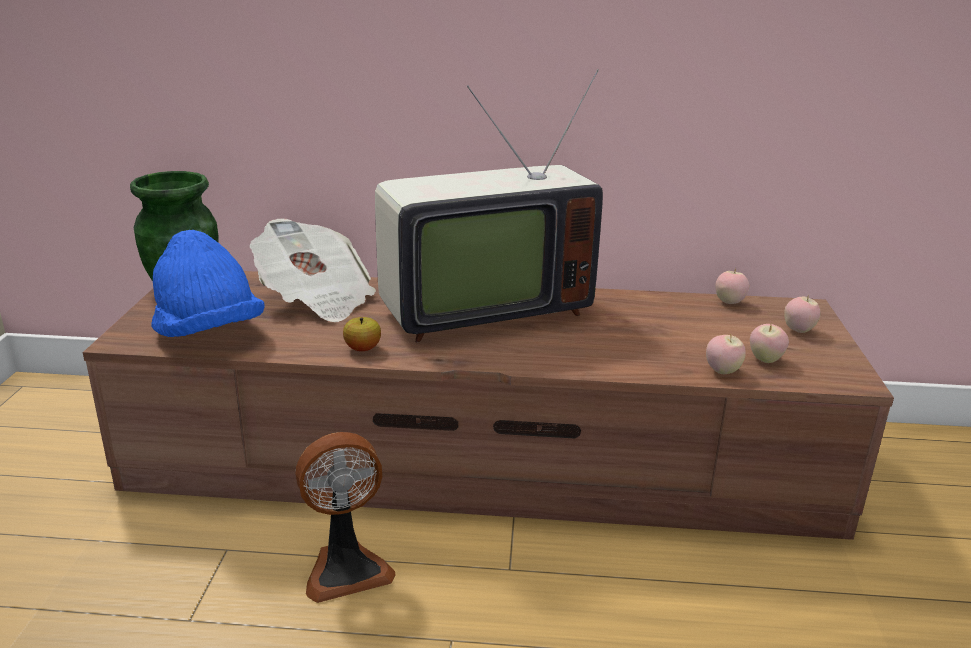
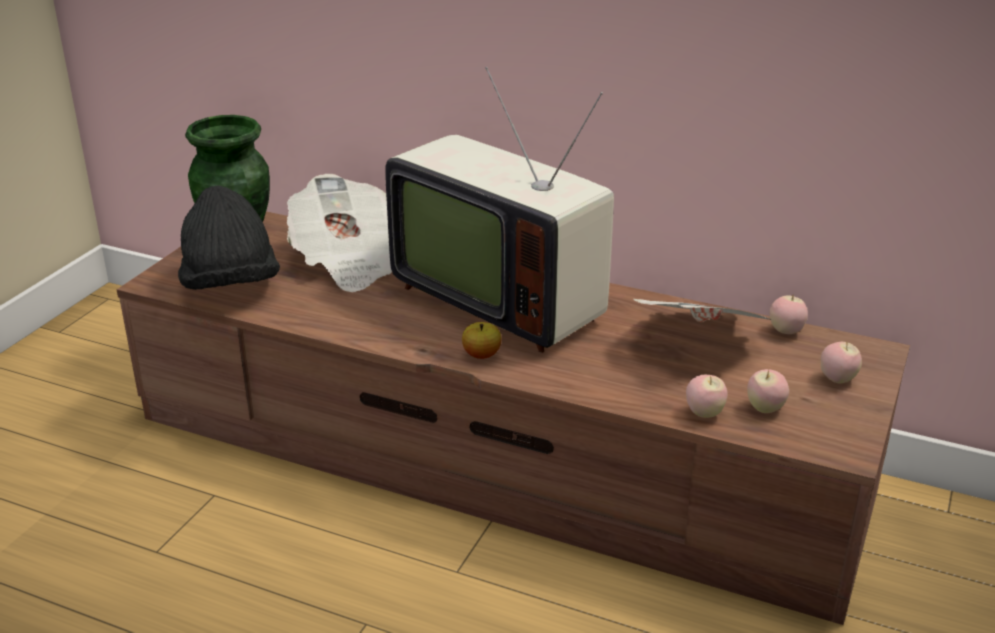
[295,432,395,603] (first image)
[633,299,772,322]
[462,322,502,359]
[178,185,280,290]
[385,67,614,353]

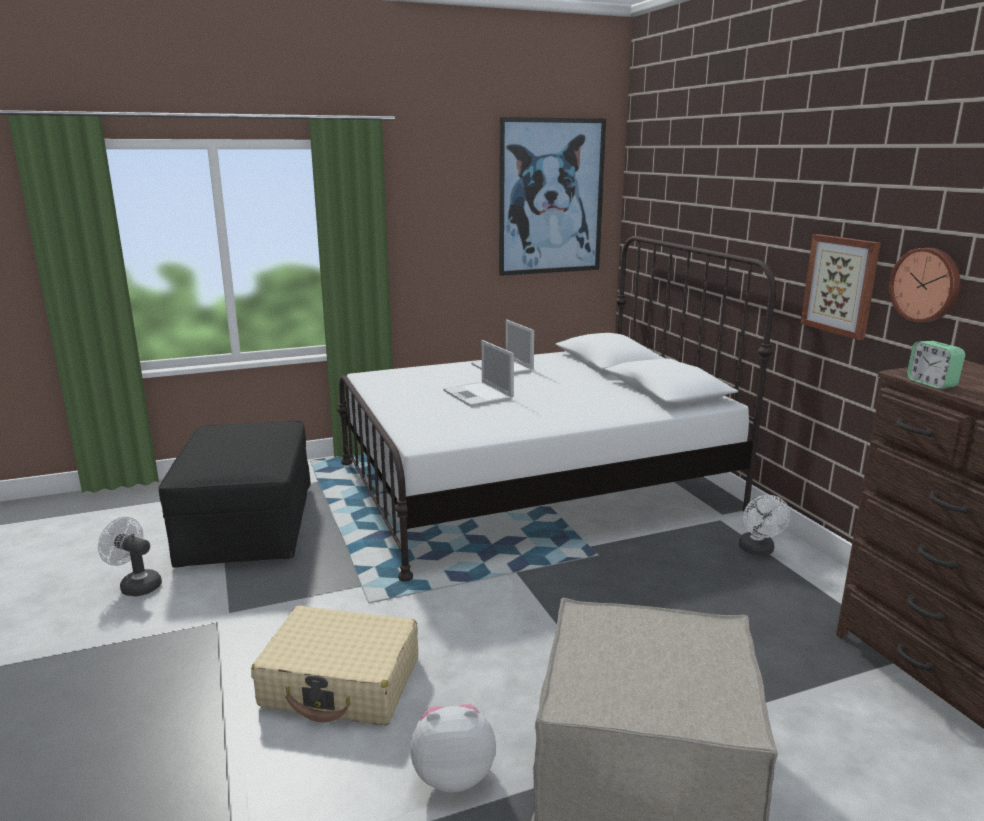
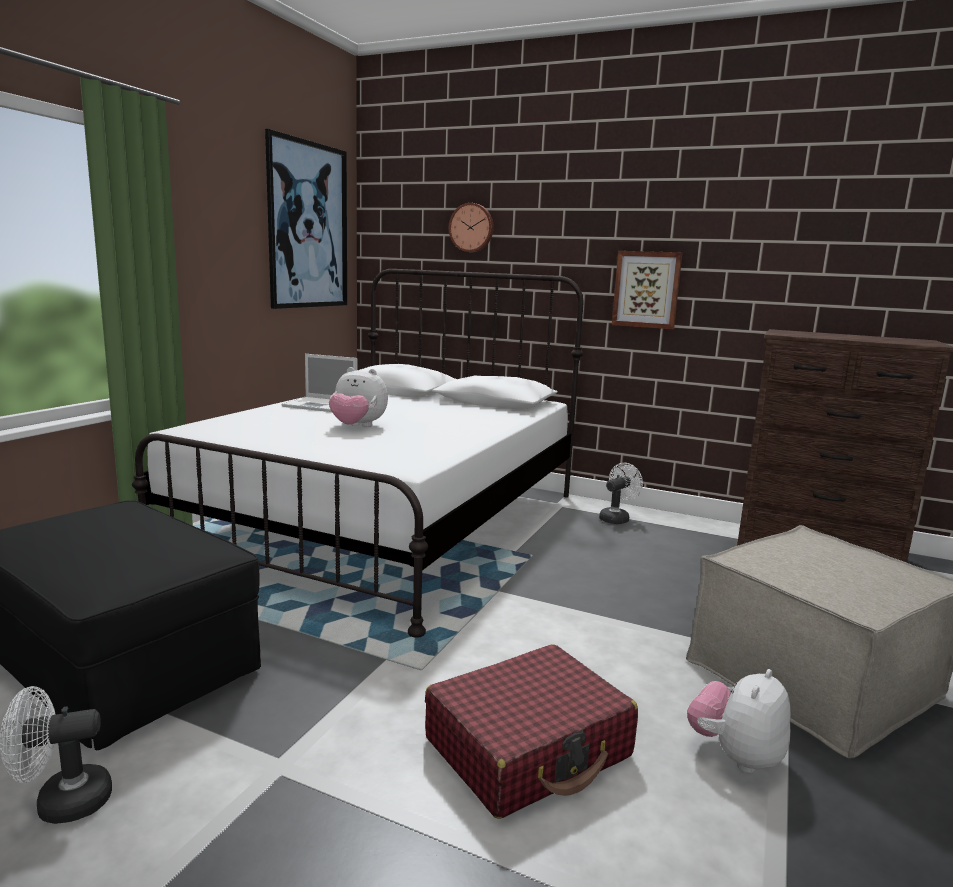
[907,341,965,389] (first image)
[449,203,494,252]
[329,367,388,427]
[425,644,638,819]
[599,463,643,524]

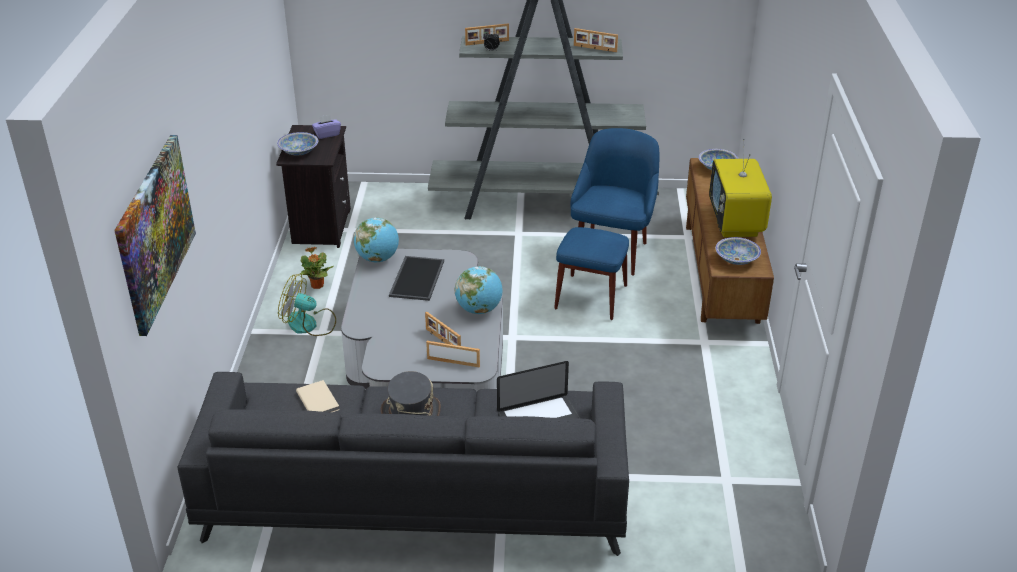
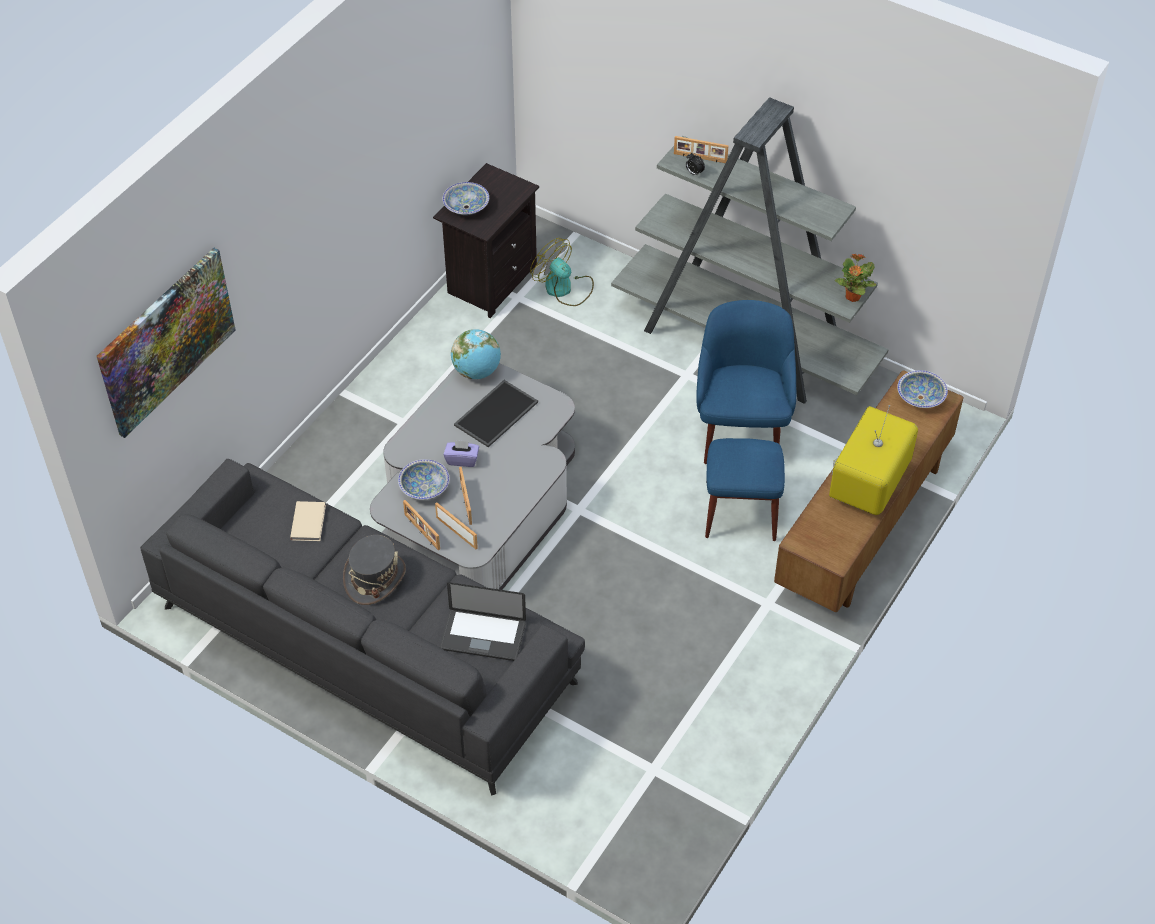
[455,266,503,314] (first image)
[530,238,594,306]
[835,254,876,302]
[444,440,479,467]
[403,500,440,551]
[398,459,450,500]
[696,300,796,541]

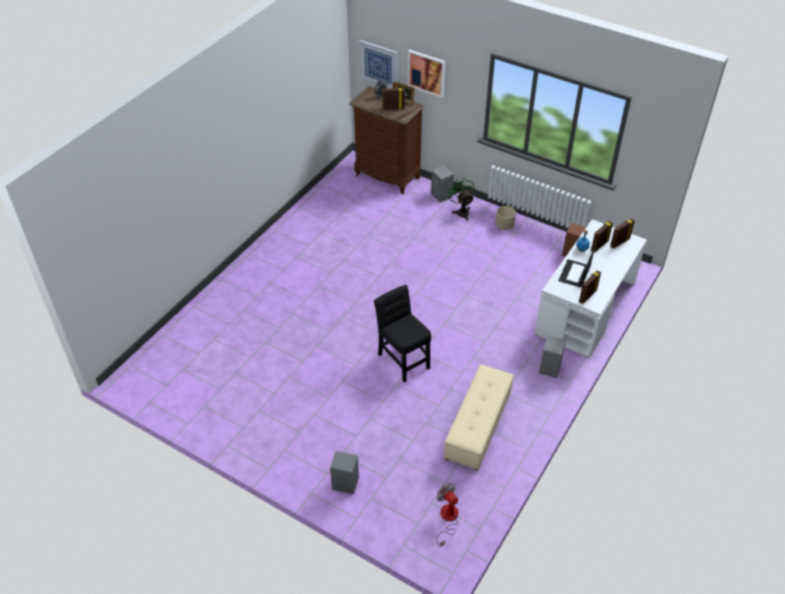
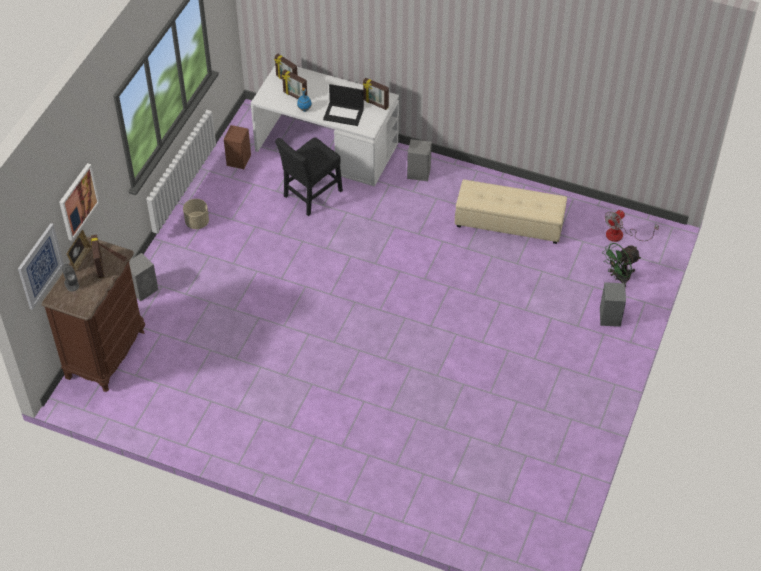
[275,137,343,216]
[602,243,641,287]

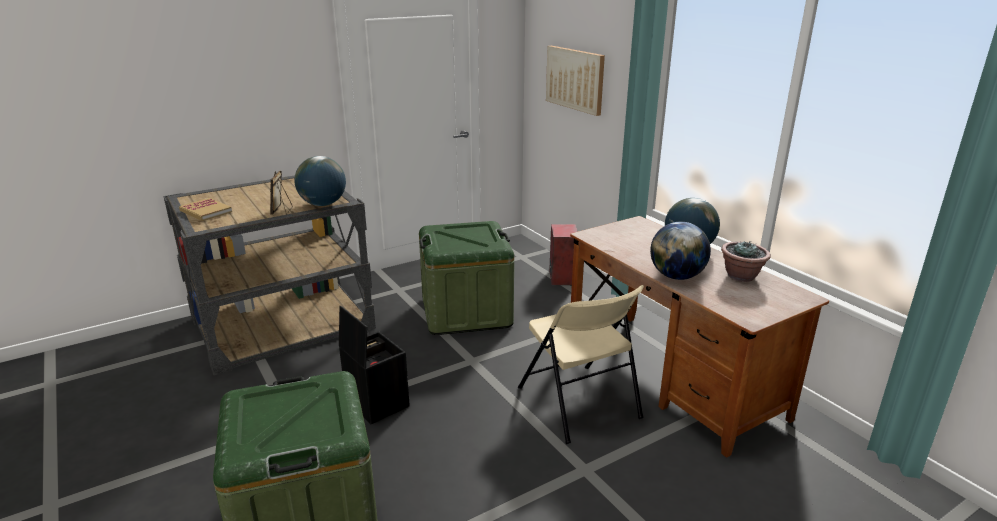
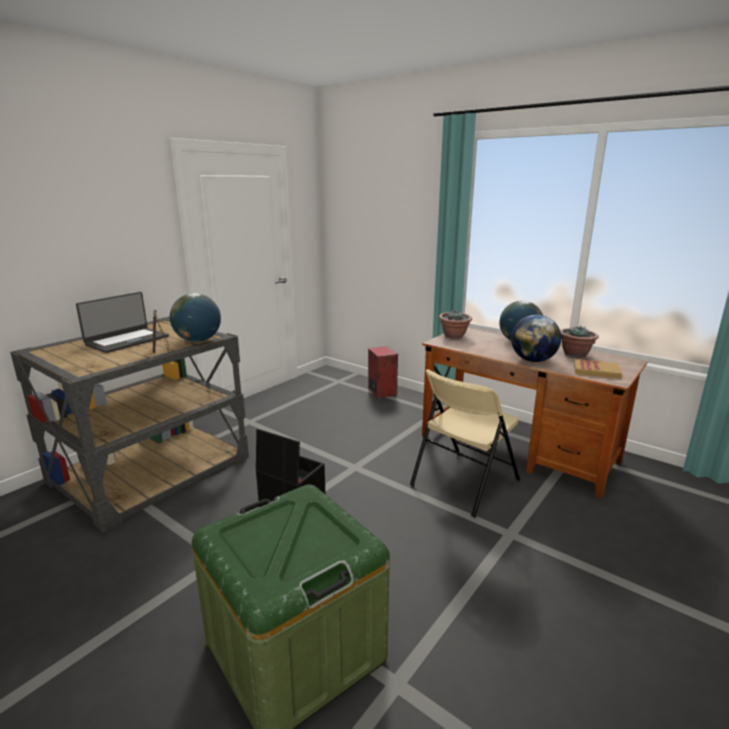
[419,221,514,335] (first image)
[546,46,605,116] (first image)
[76,292,169,353]
[439,310,472,339]
[574,359,622,379]
[410,369,520,518]

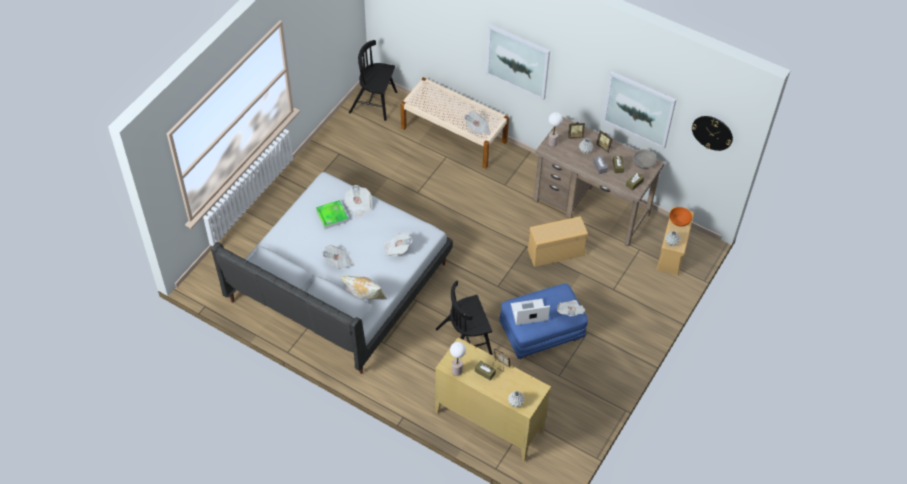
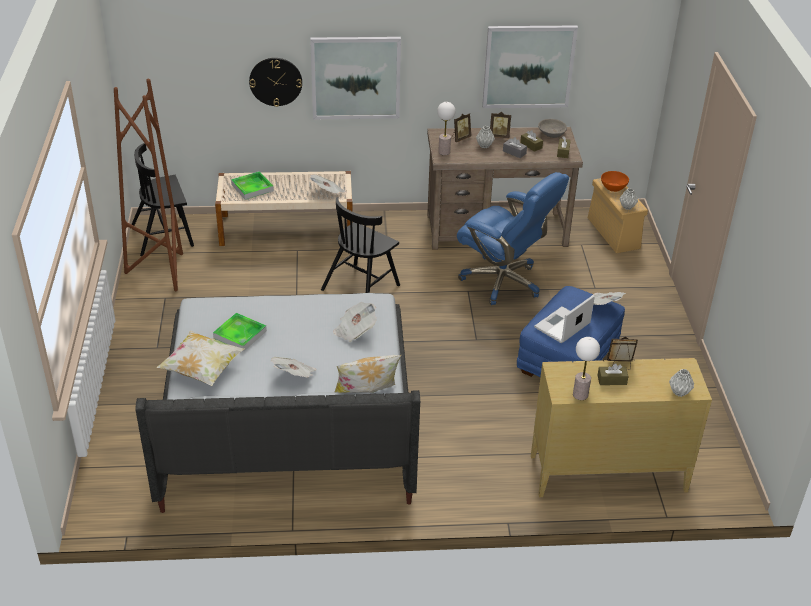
[345,185,372,218] (first image)
[114,78,183,291]
[156,331,244,386]
[231,171,274,200]
[321,197,400,293]
[249,58,302,107]
[457,172,569,305]

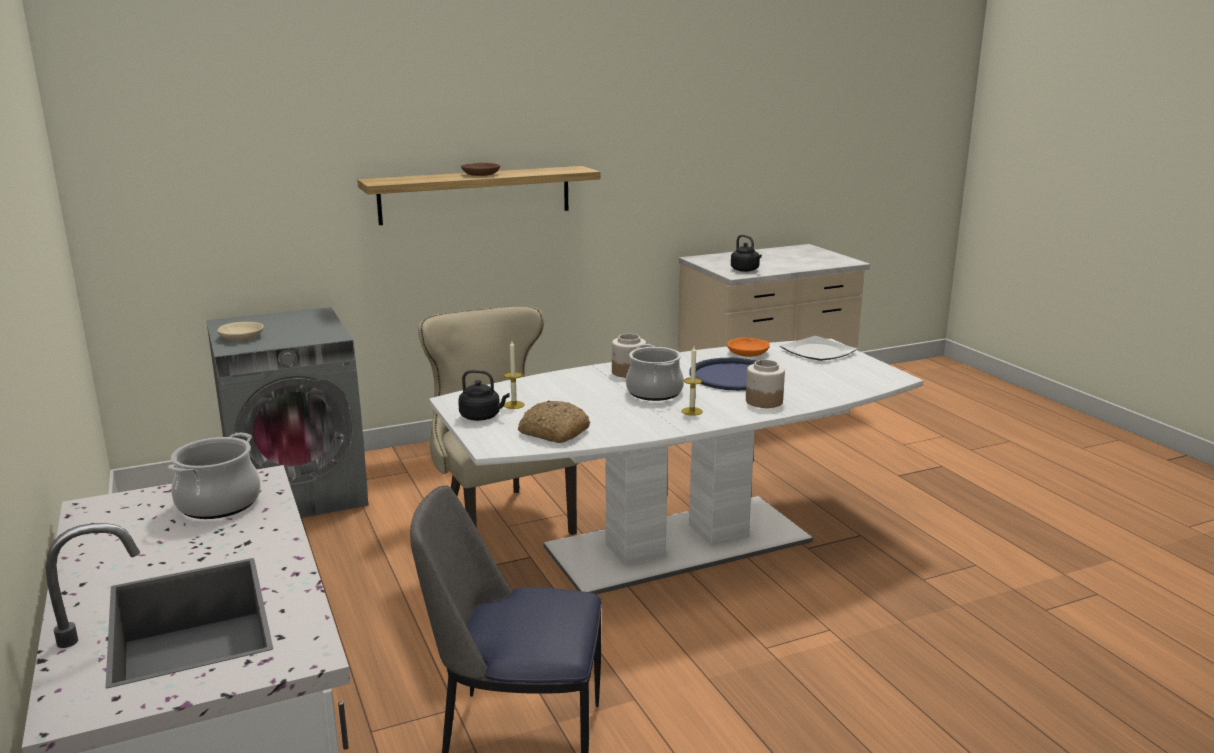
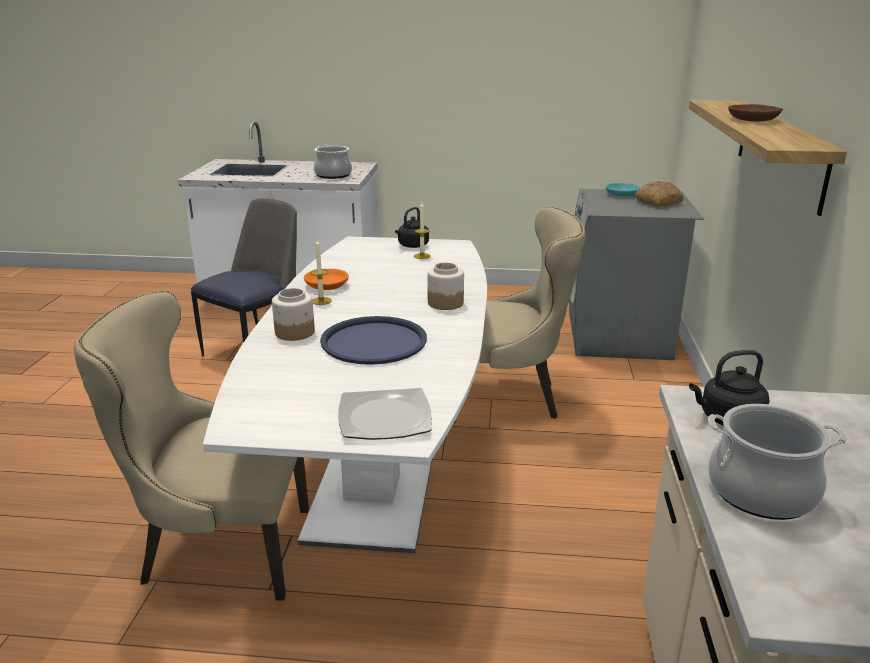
[74,291,309,601]
[635,181,684,207]
[708,404,847,520]
[304,269,349,290]
[606,183,640,197]

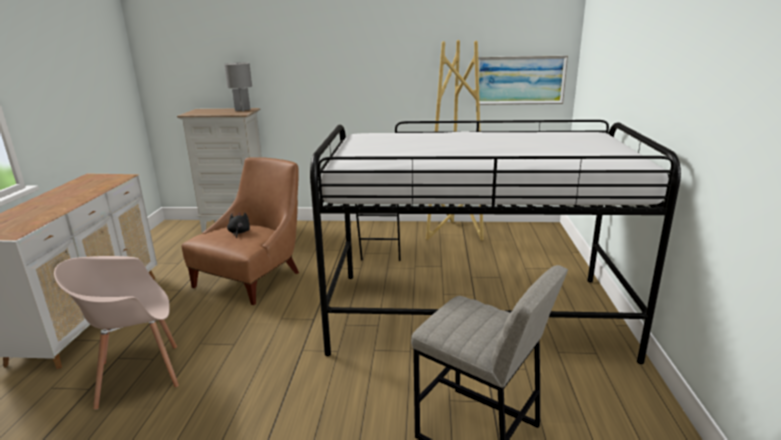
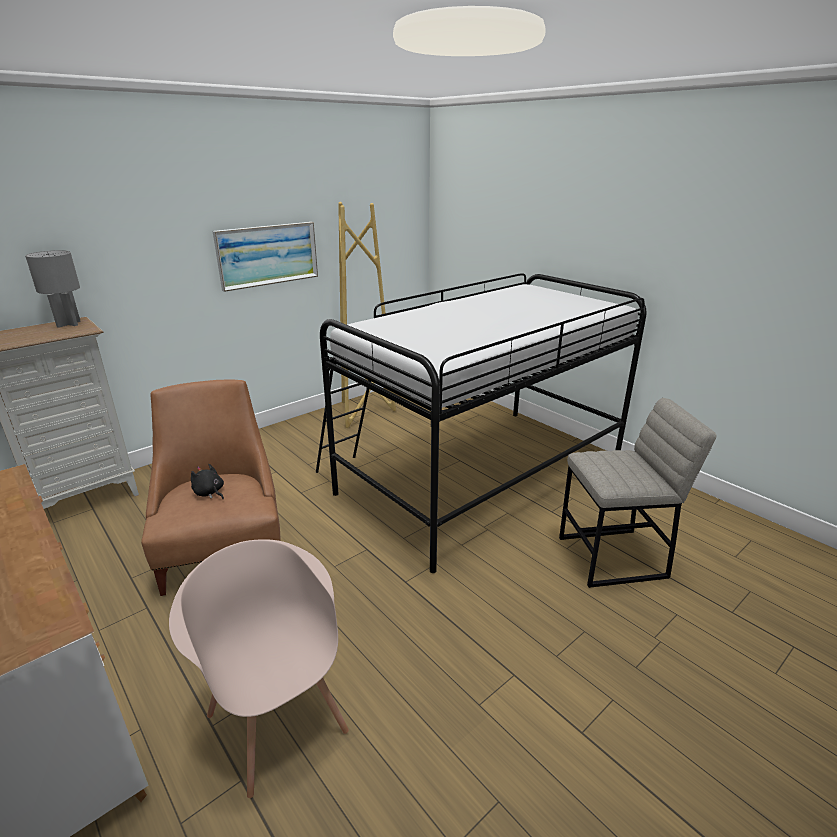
[213,222,318,292]
[169,539,349,798]

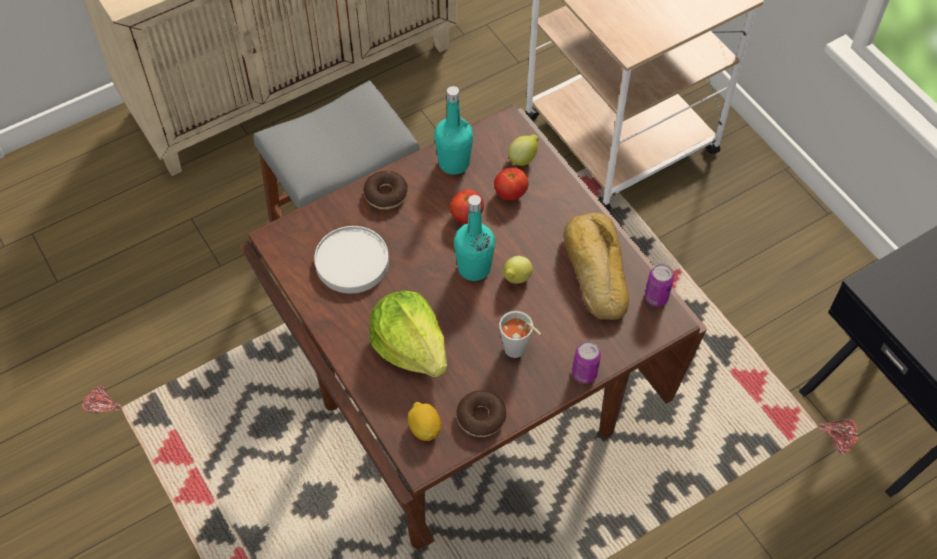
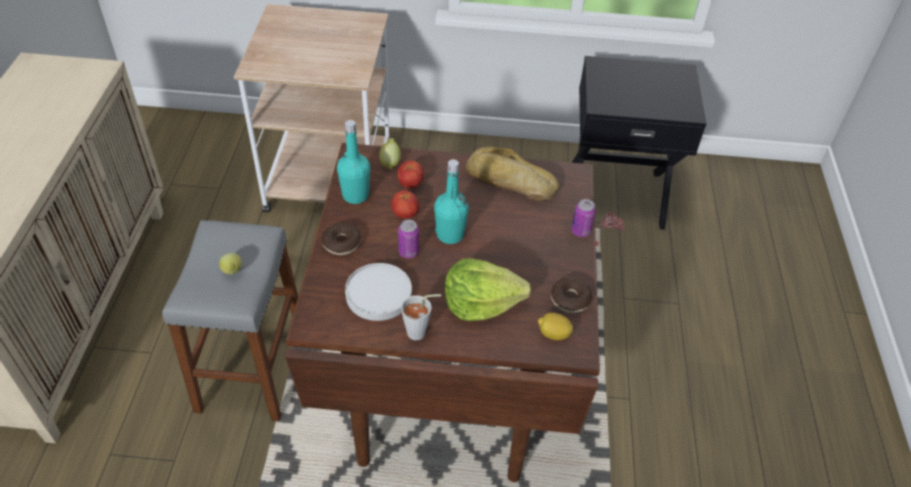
[401,294,441,340]
[219,253,242,274]
[398,220,419,259]

